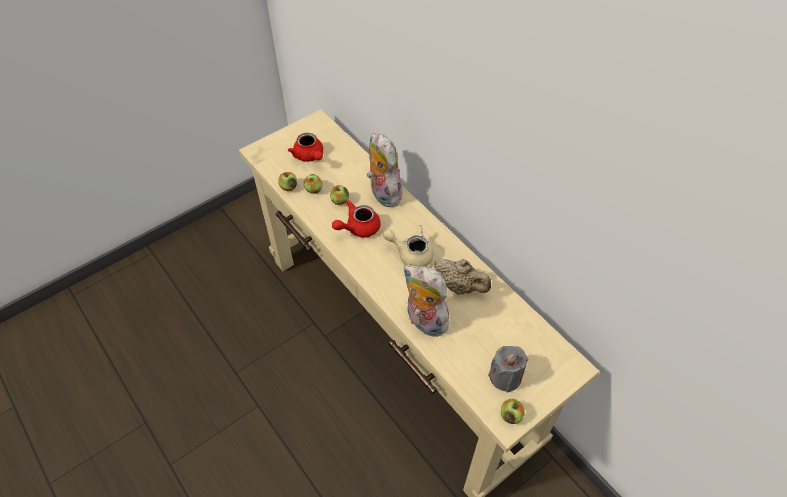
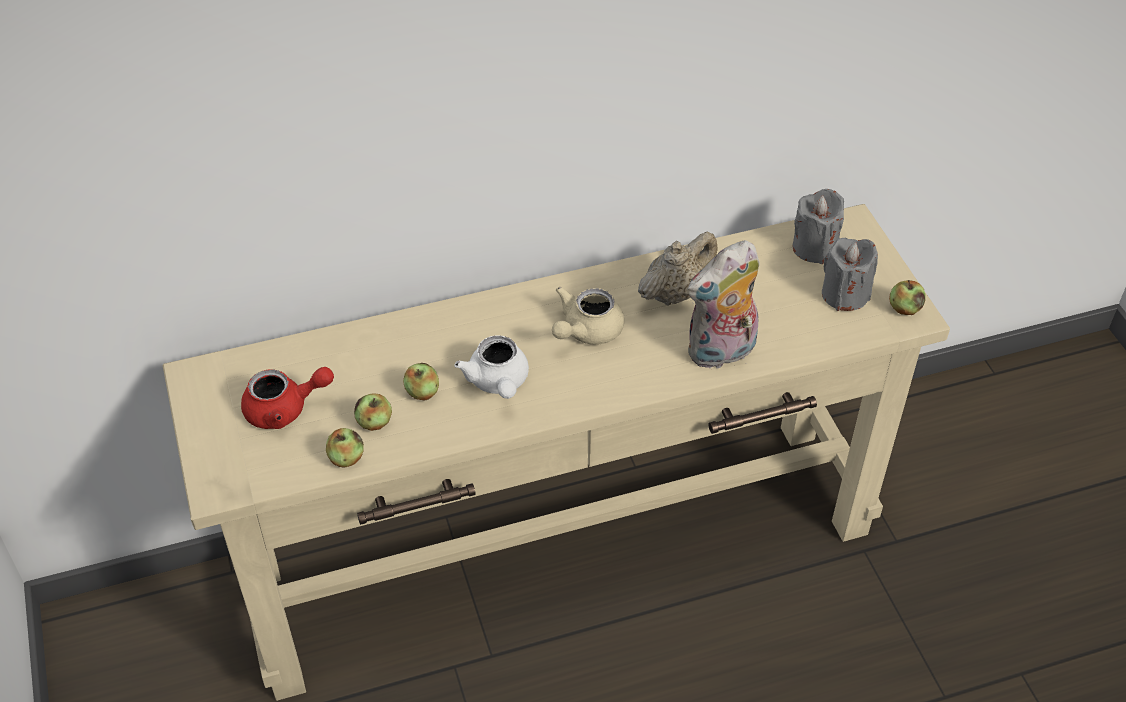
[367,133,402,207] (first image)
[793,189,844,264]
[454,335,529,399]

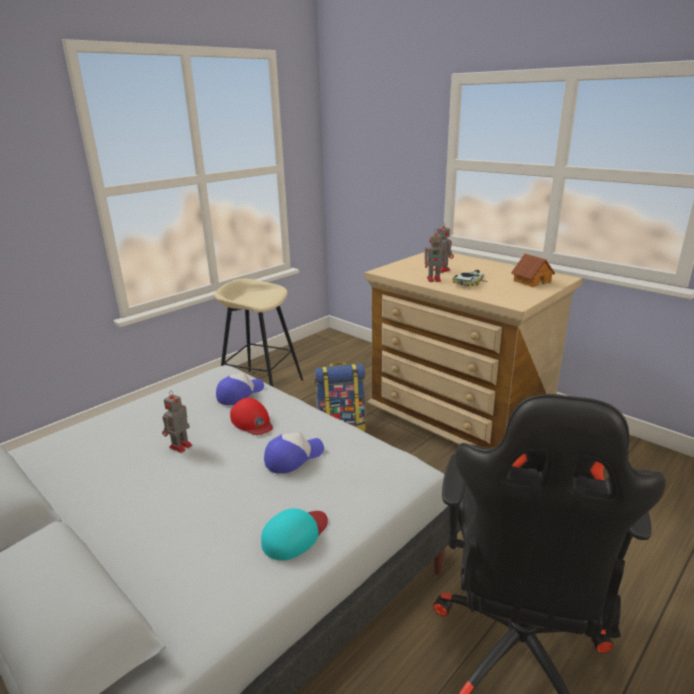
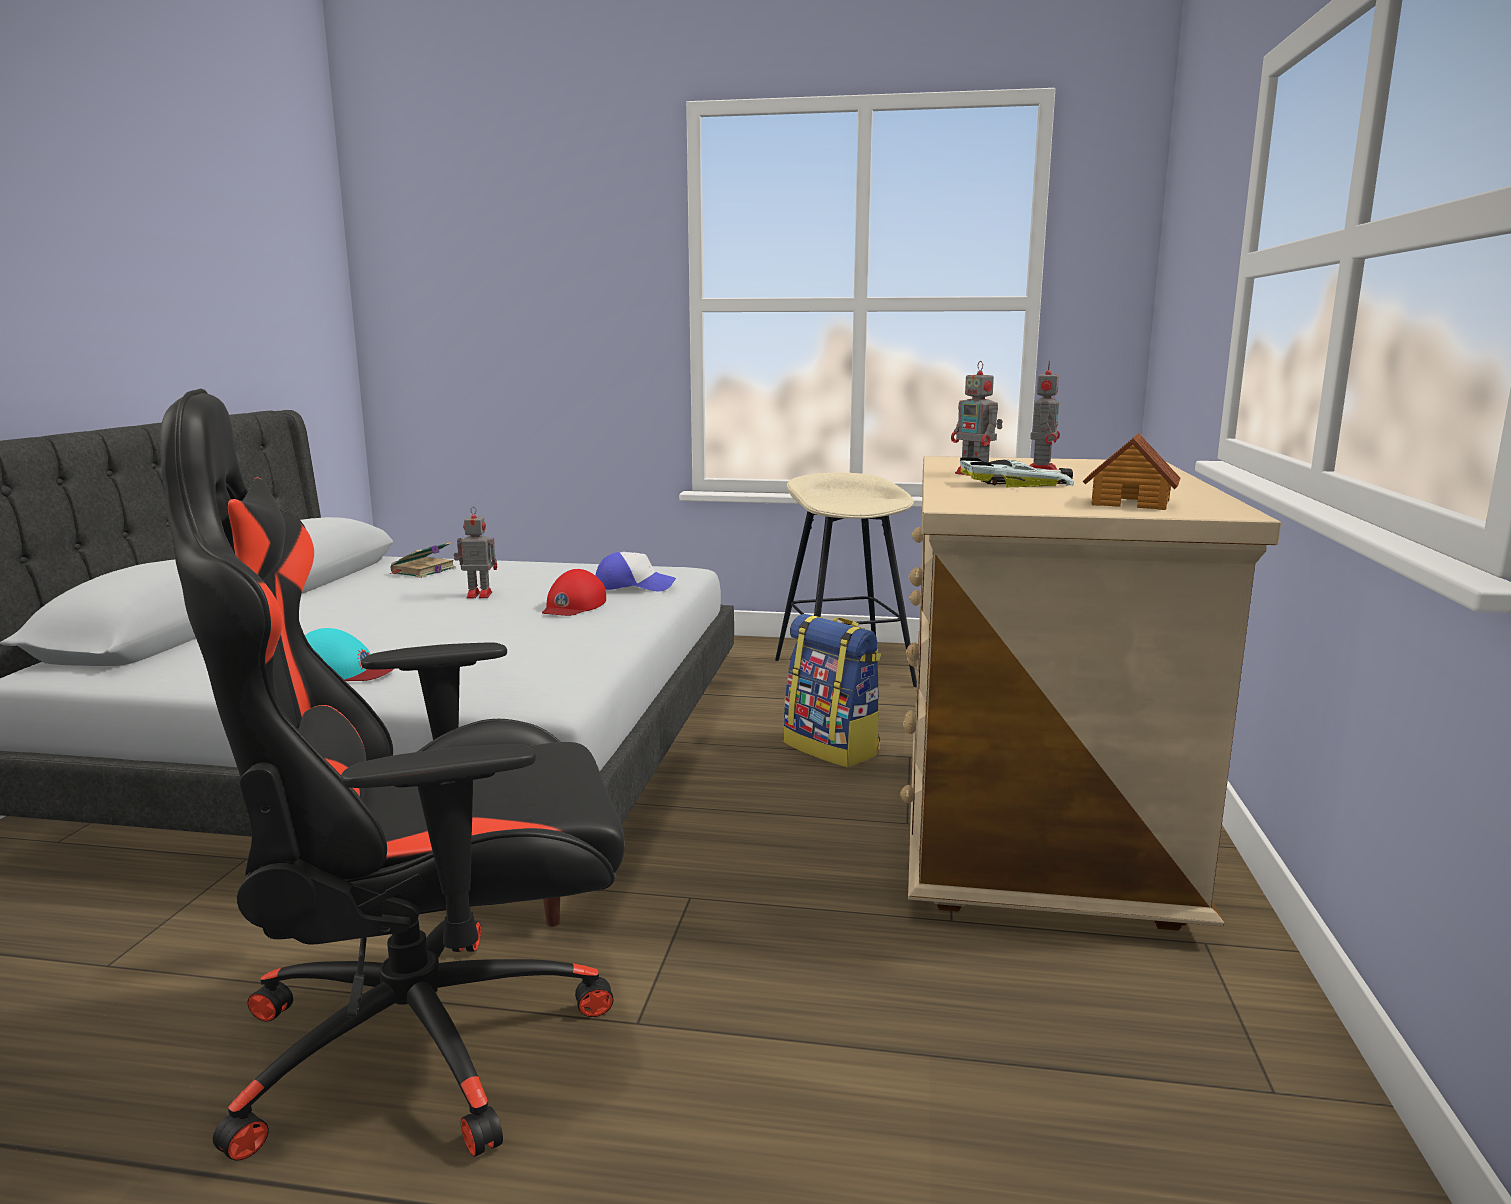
[264,432,324,474] (first image)
[389,542,456,578]

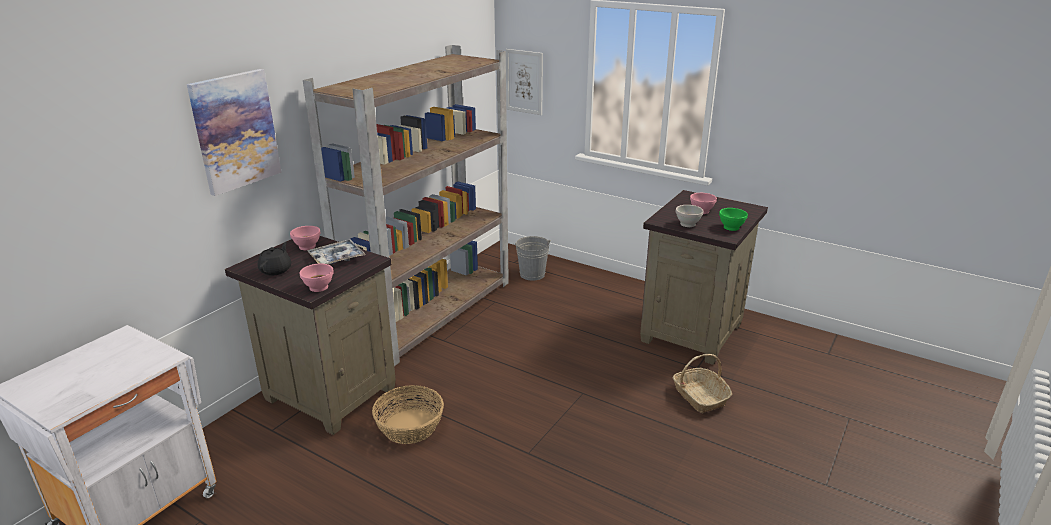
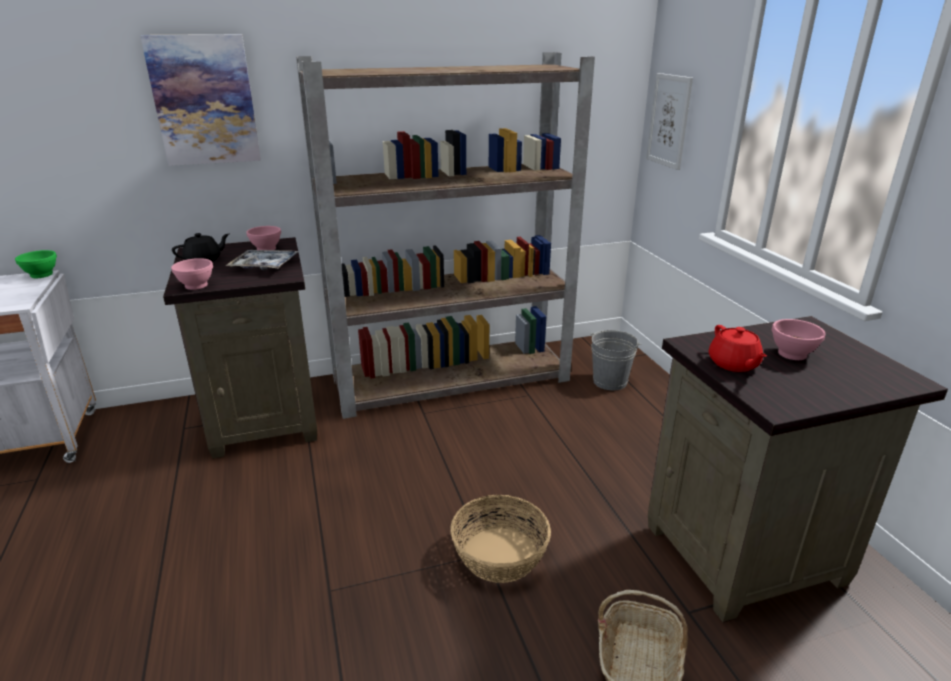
[450,495,551,583]
[15,250,57,278]
[709,325,767,372]

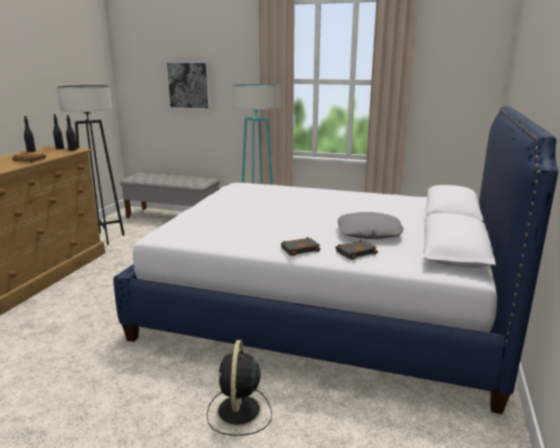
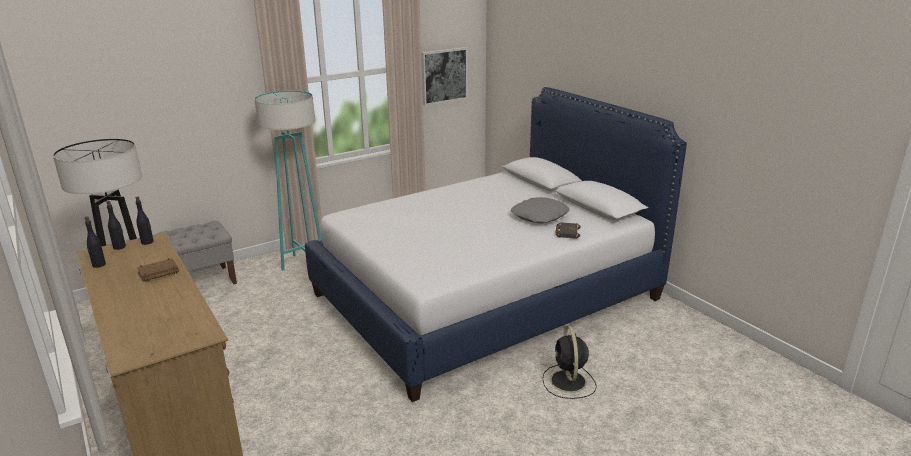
[281,237,321,256] (first image)
[421,47,468,105]
[542,326,597,399]

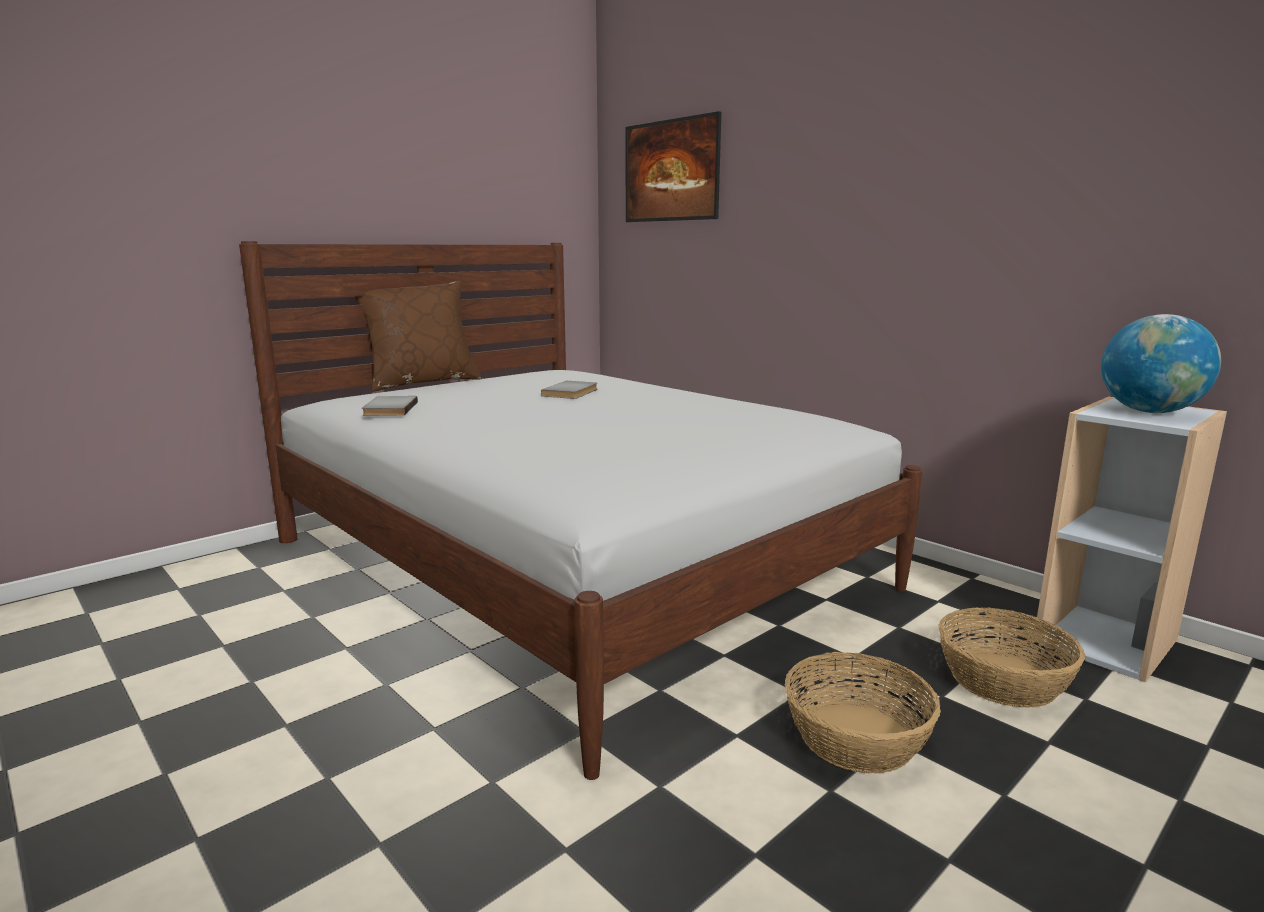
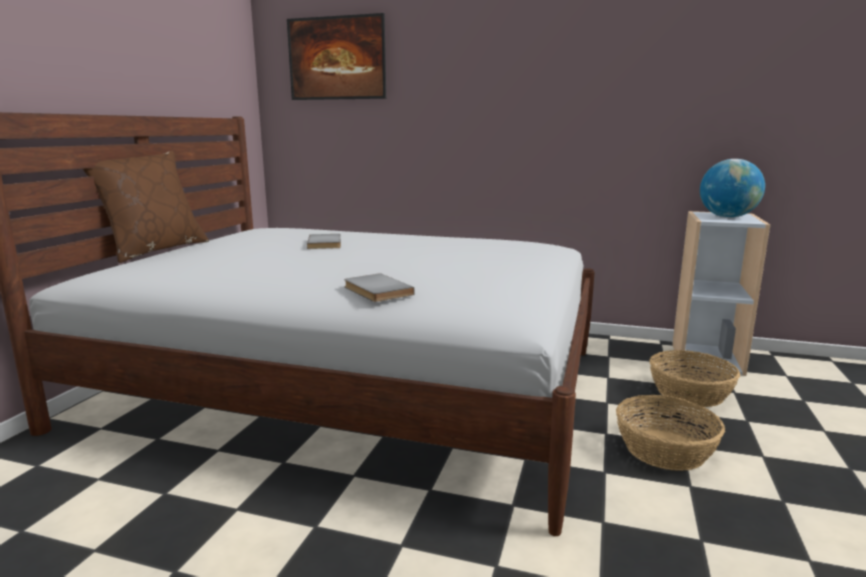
[344,273,415,302]

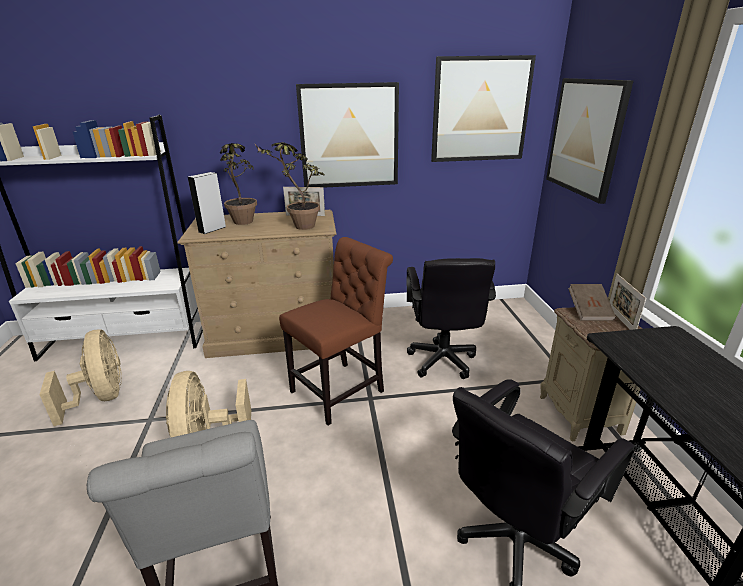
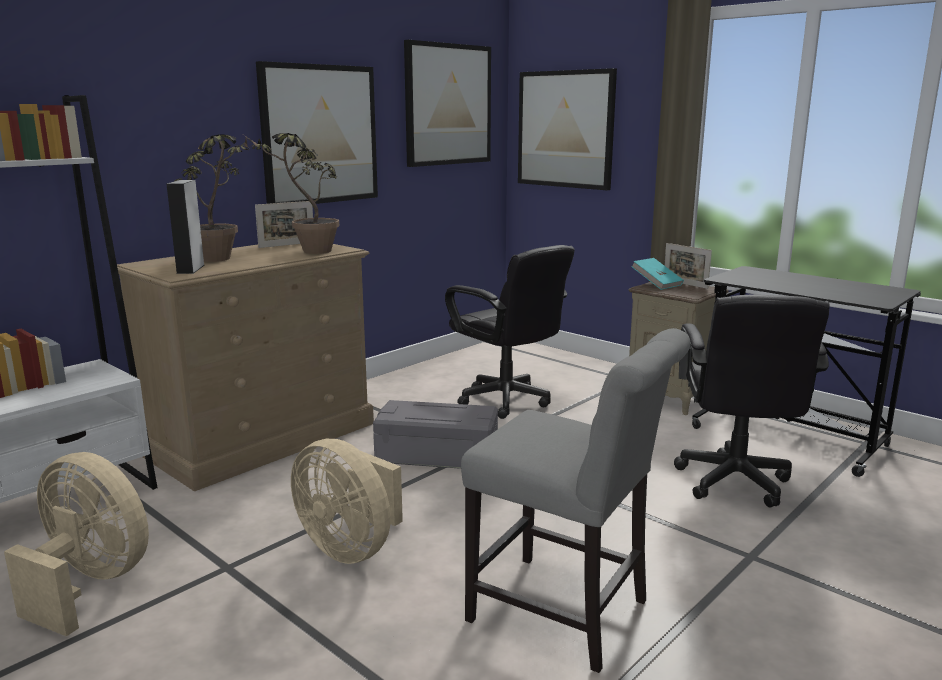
[373,400,498,469]
[631,258,684,290]

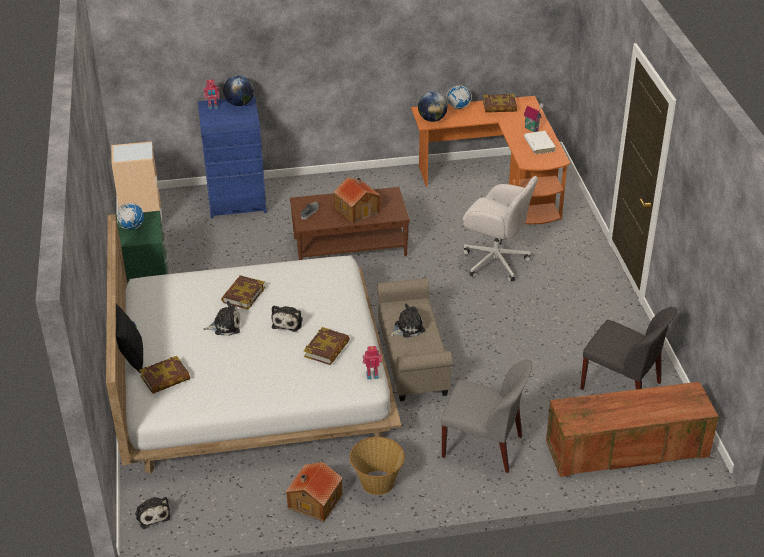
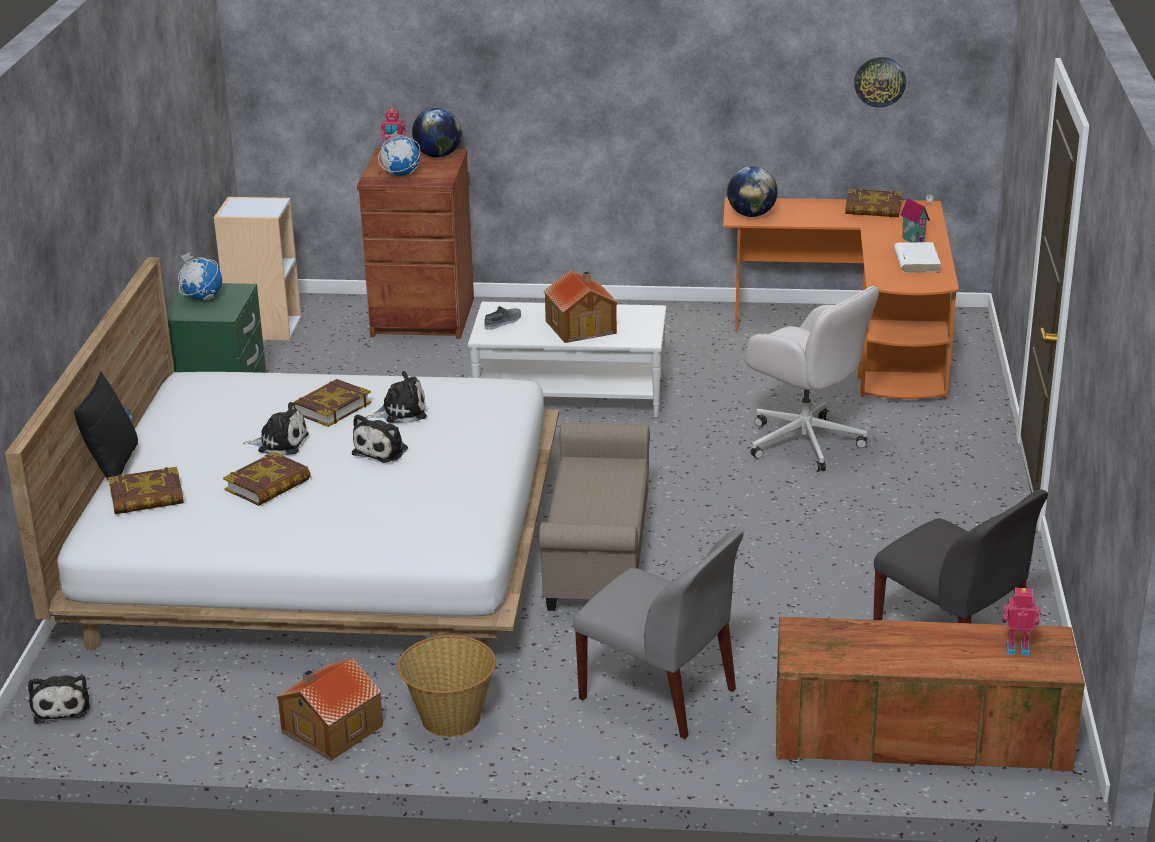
[854,57,906,108]
[223,451,311,506]
[1002,588,1041,656]
[366,371,427,423]
[378,130,420,176]
[357,148,474,339]
[468,302,666,418]

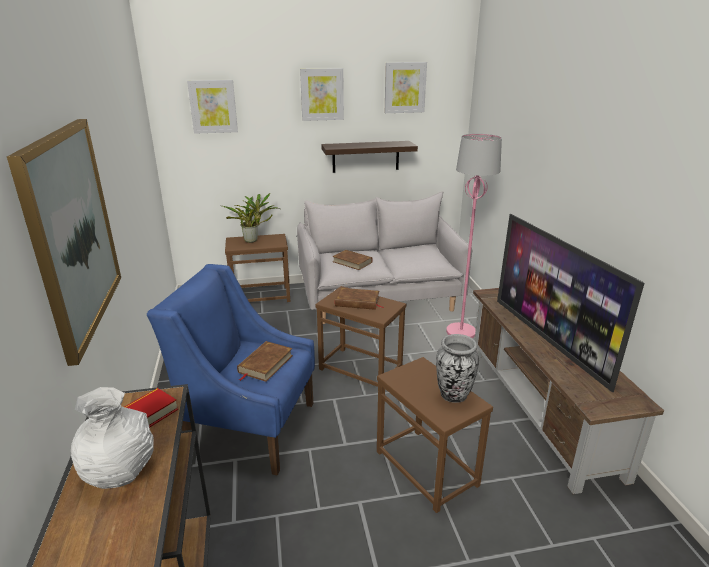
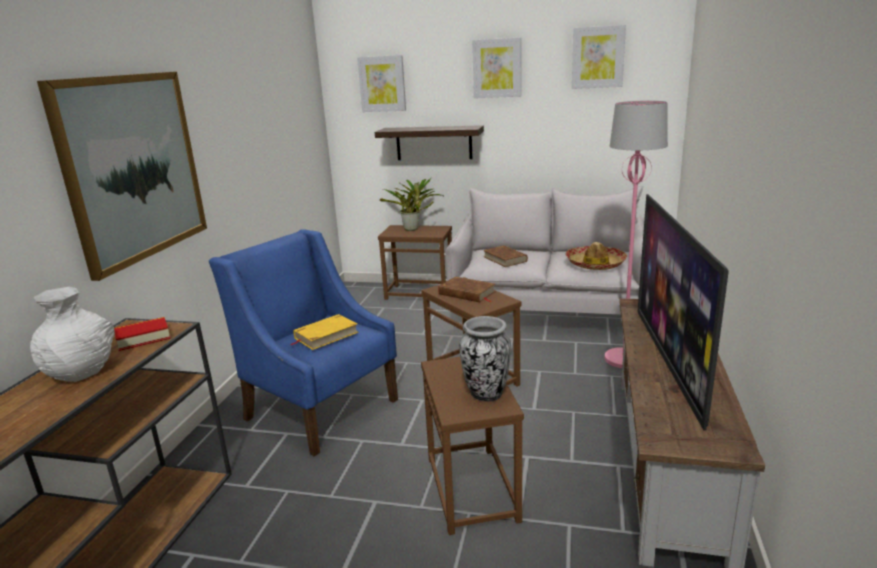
[565,242,627,270]
[375,125,484,160]
[291,314,358,350]

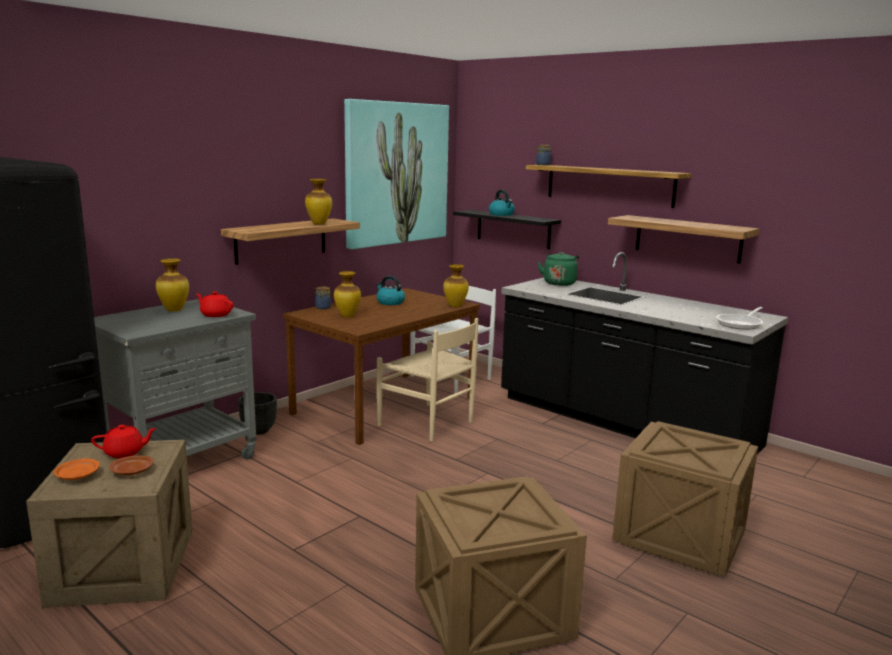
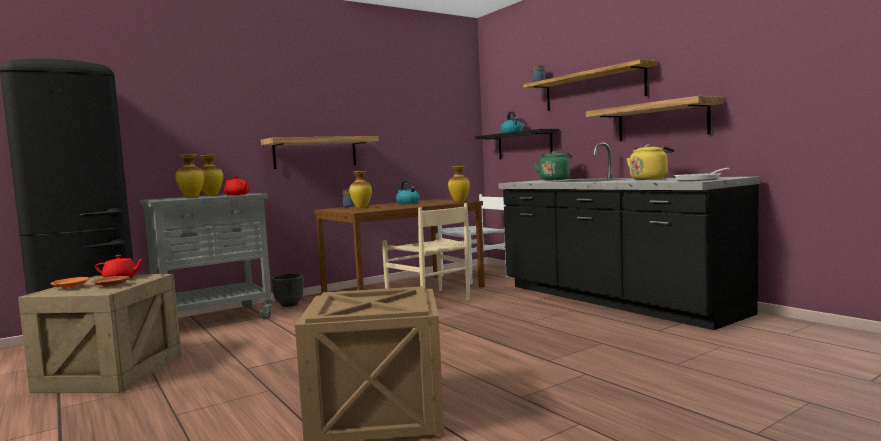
[344,99,449,249] (first image)
[612,421,758,577] (first image)
[627,144,674,180]
[176,154,204,198]

